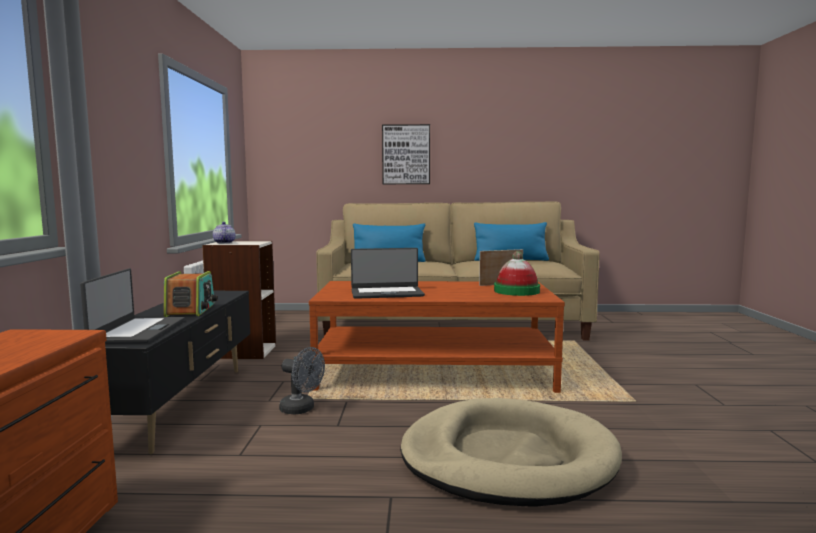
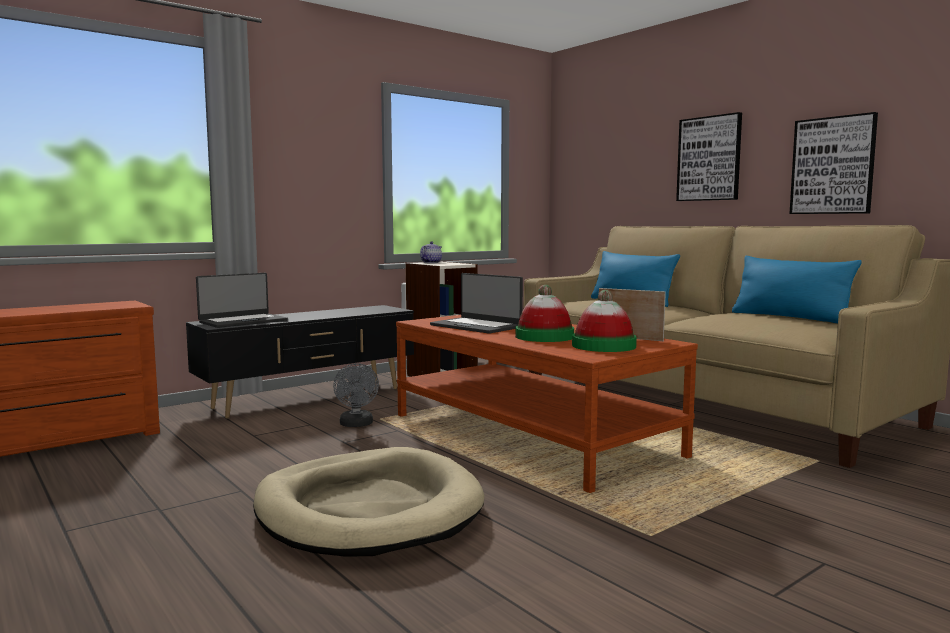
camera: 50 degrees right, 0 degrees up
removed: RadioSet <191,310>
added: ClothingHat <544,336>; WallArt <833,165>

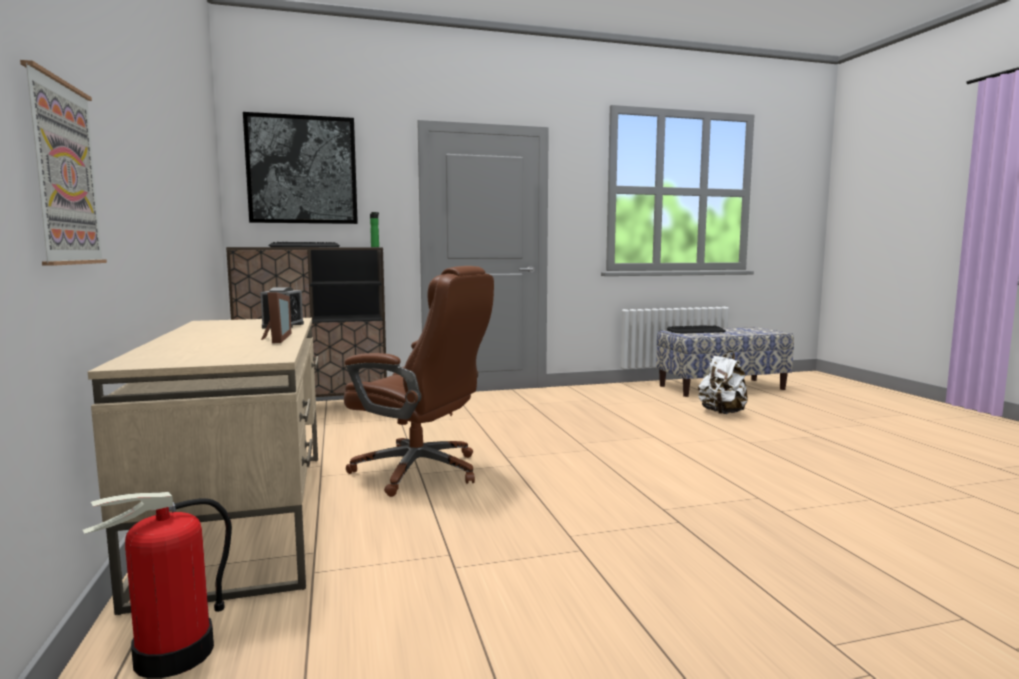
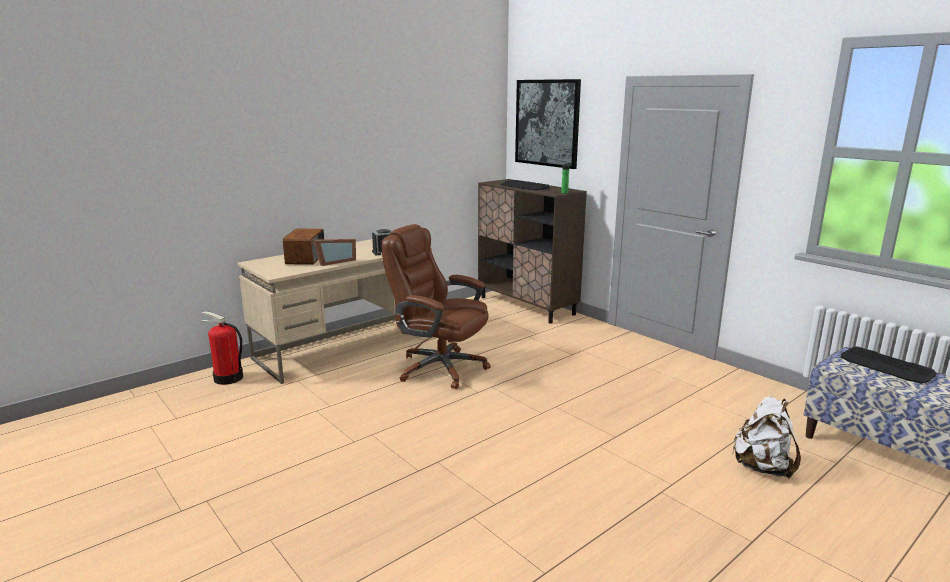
camera: 65 degrees right, 10 degrees up
removed: WallArt <63,174>
added: RadioSet <306,258>
turned: BrownColouredComputerChair <420,471> = <439,368> 120 degrees clockwise

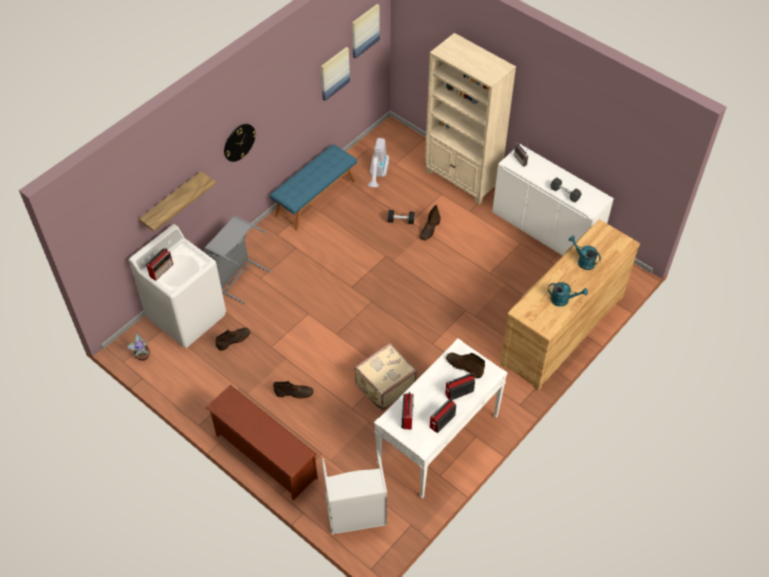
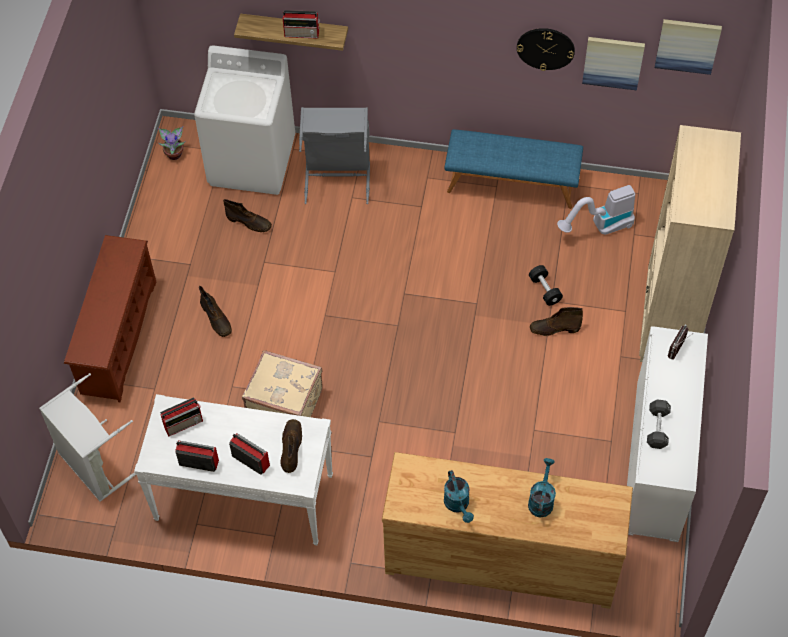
camera: 60 degrees right, 5 degrees up
moved: RadioSet <162,270> to <302,33>; WallClock <239,142> to <545,48>

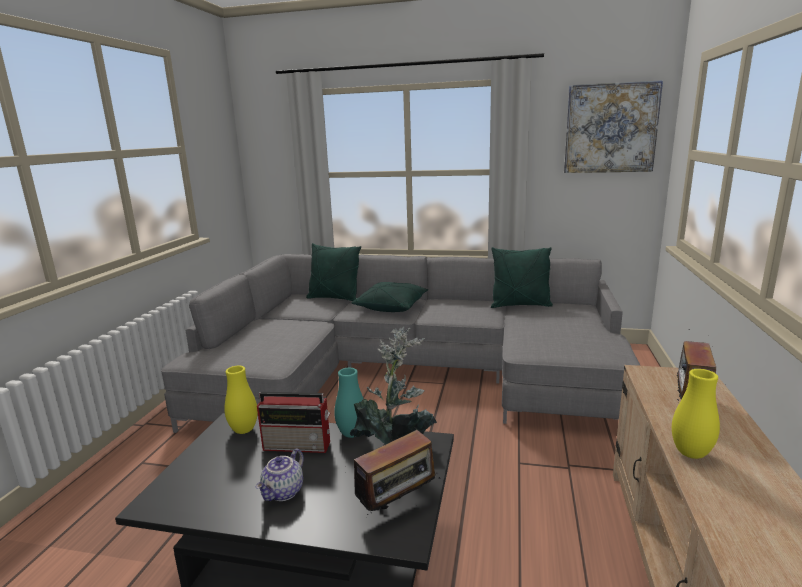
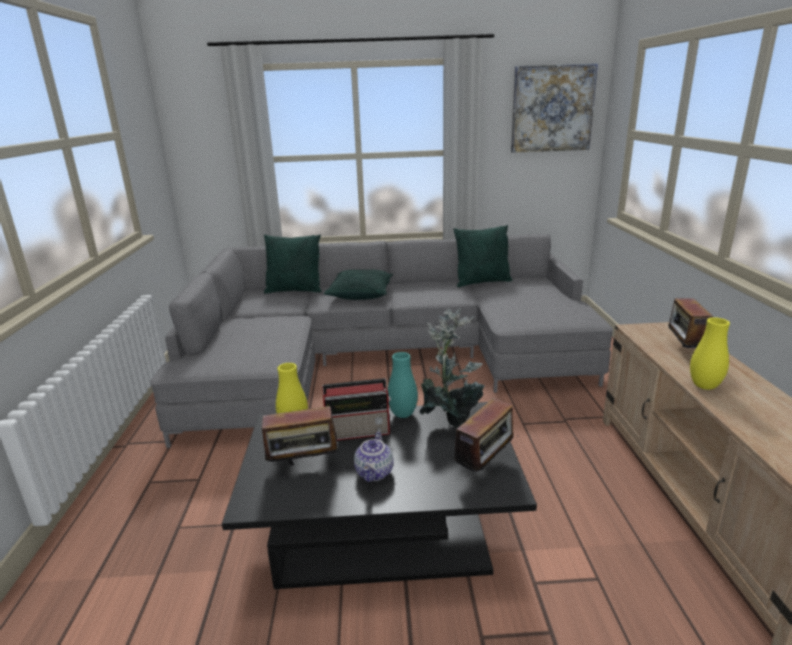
camera: 15 degrees left, 5 degrees up
added: RadioSet <304,466>

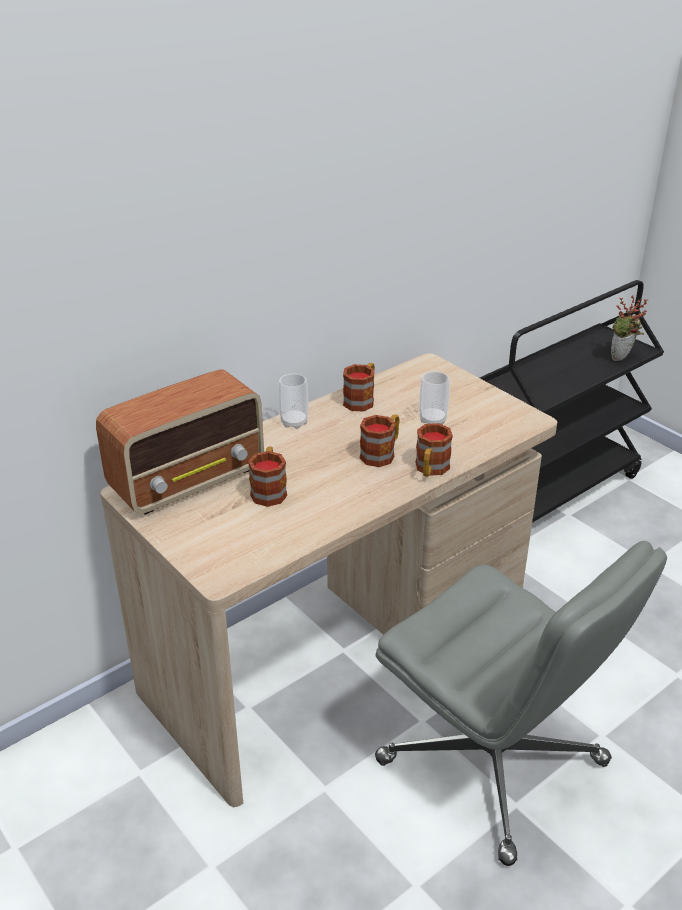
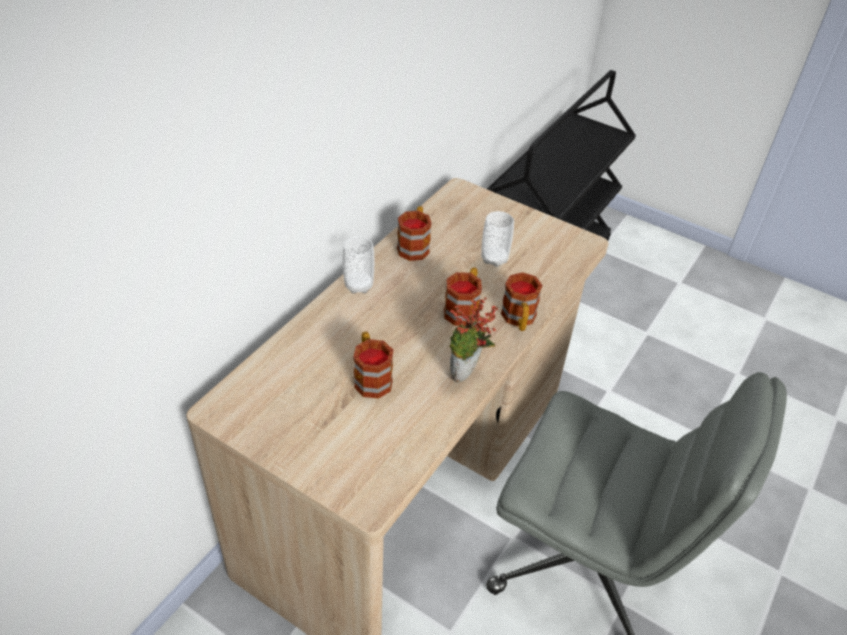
camera: 20 degrees left, 10 degrees up
removed: RadioSet <189,480>
moved: PottedPlant <621,358> to <466,375>

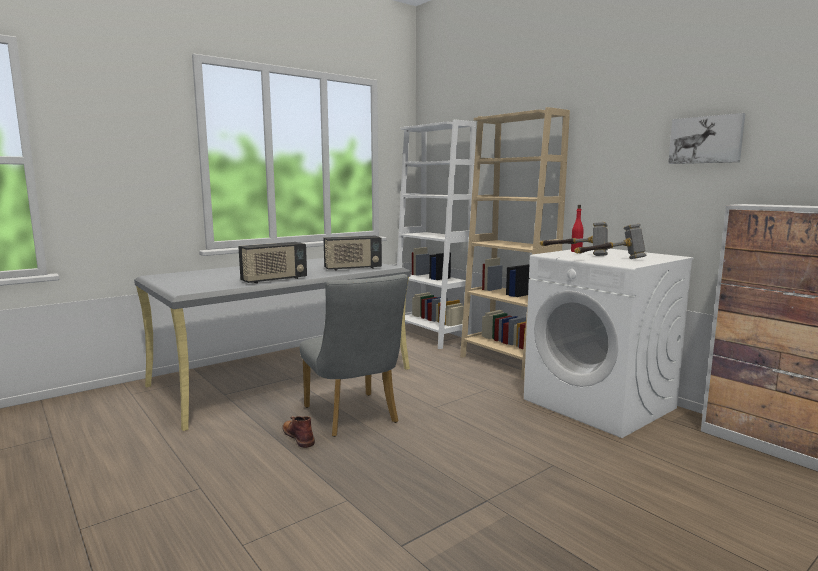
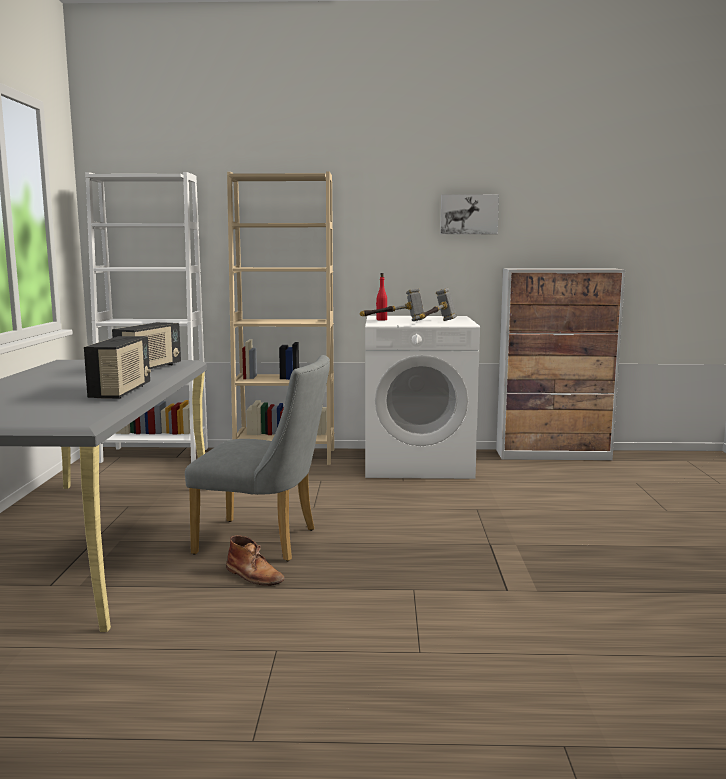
camera: 50 degrees left, 0 degrees up
turned: BrownColouredHighTopBoot <298,436> = <254,575> 150 degrees counterclockwise

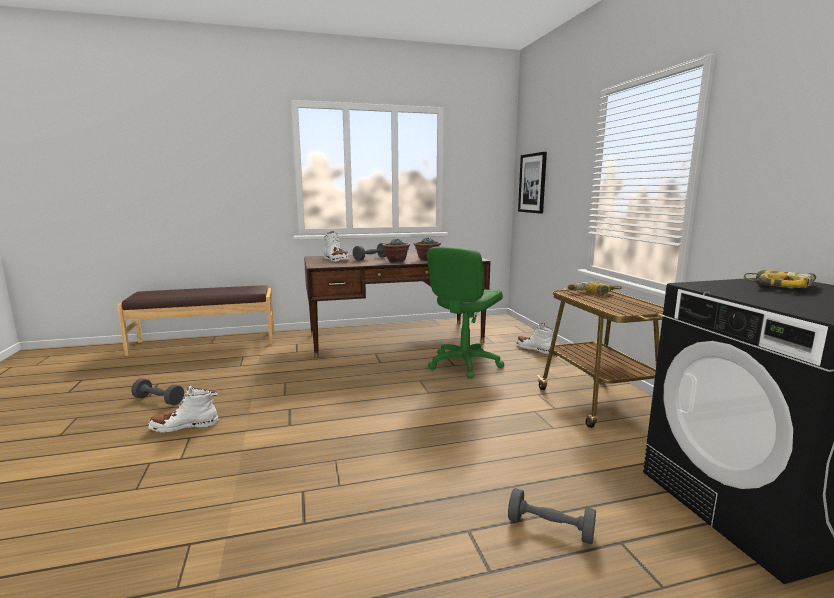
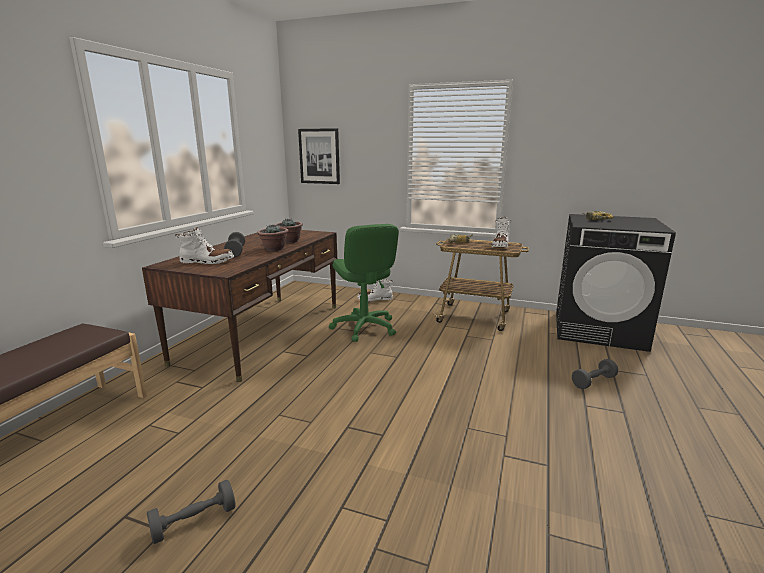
camera: 55 degrees left, 5 degrees up
moved: WhitishHighTopBoot <185,426> to <500,245>

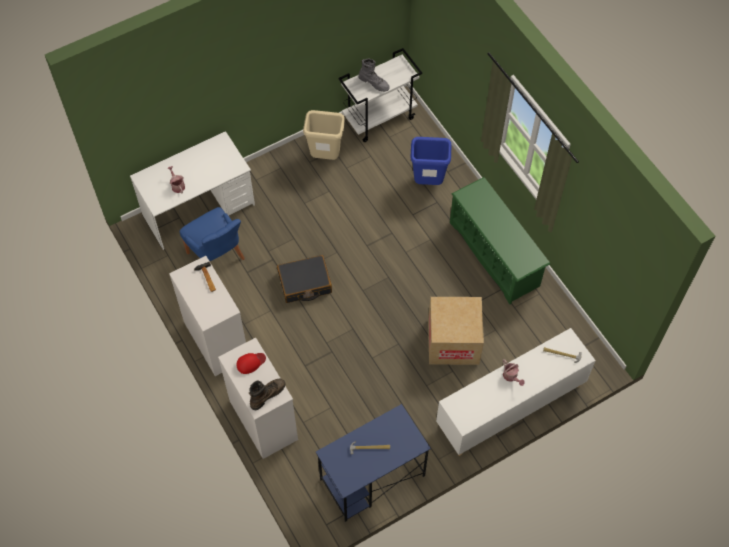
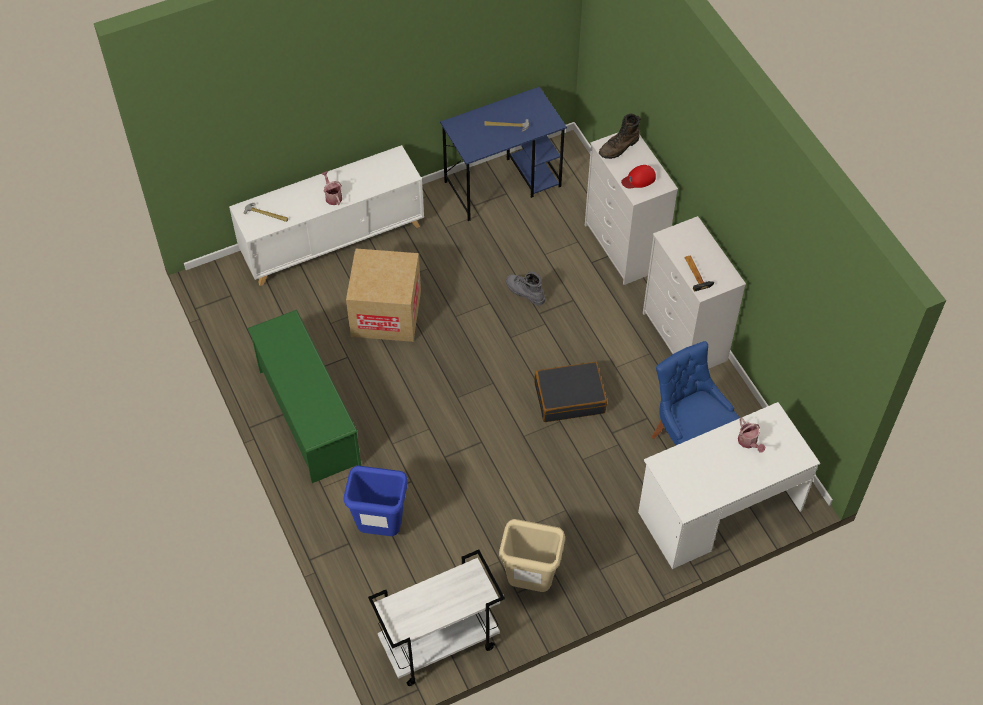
camera: 175 degrees left, 5 degrees down
moved: GrayHighTopBoot <374,83> to <524,292>

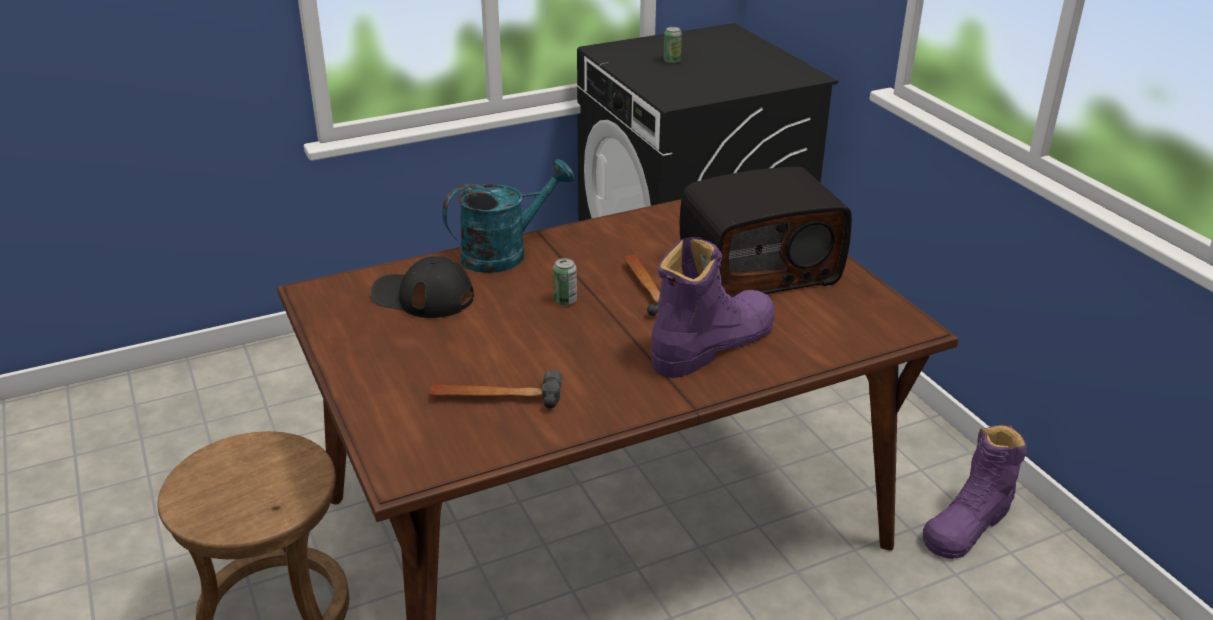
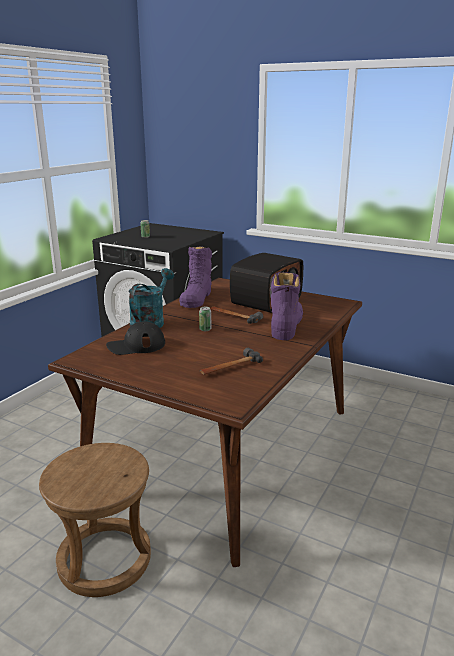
camera: 35 degrees left, 10 degrees down
moved: PurpleColouredHighTopBoot <968,524> to <196,298>

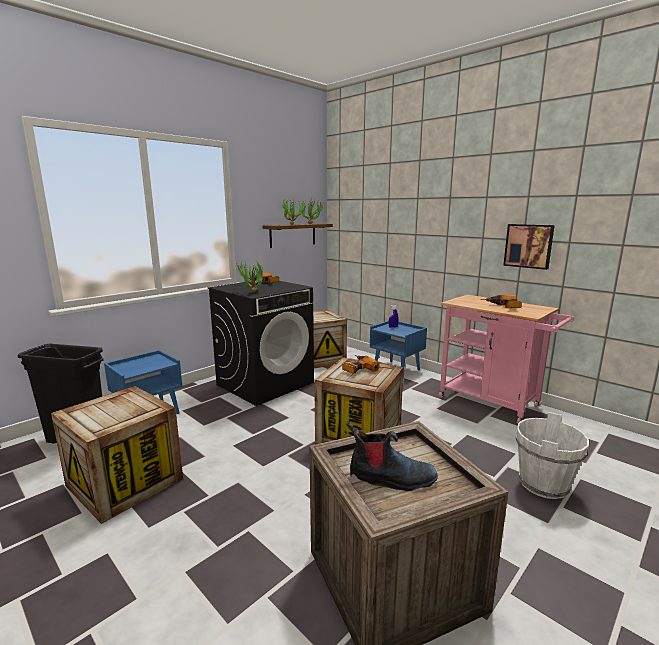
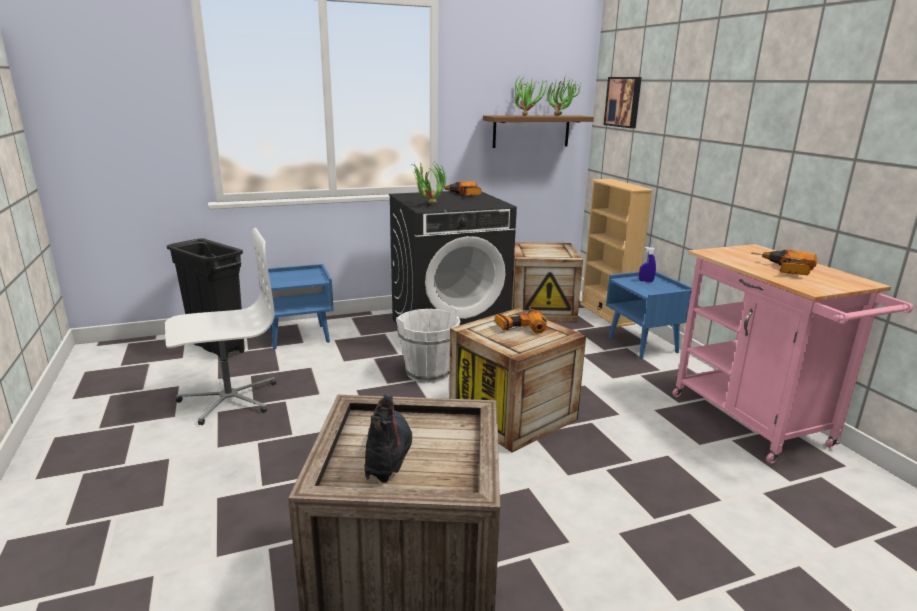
camera: 25 degrees right, 5 degrees up
added: SandColouredBookcase <606,314>
moved: WhitishWaterBucket <544,484> to <428,372>; WallArt <528,246> to <624,102>
replaced: PackingCrate <125,482> to WhitishComputerChair <228,399>
turned: HighTopBoot <391,479> = <388,453> 120 degrees counterclockwise

